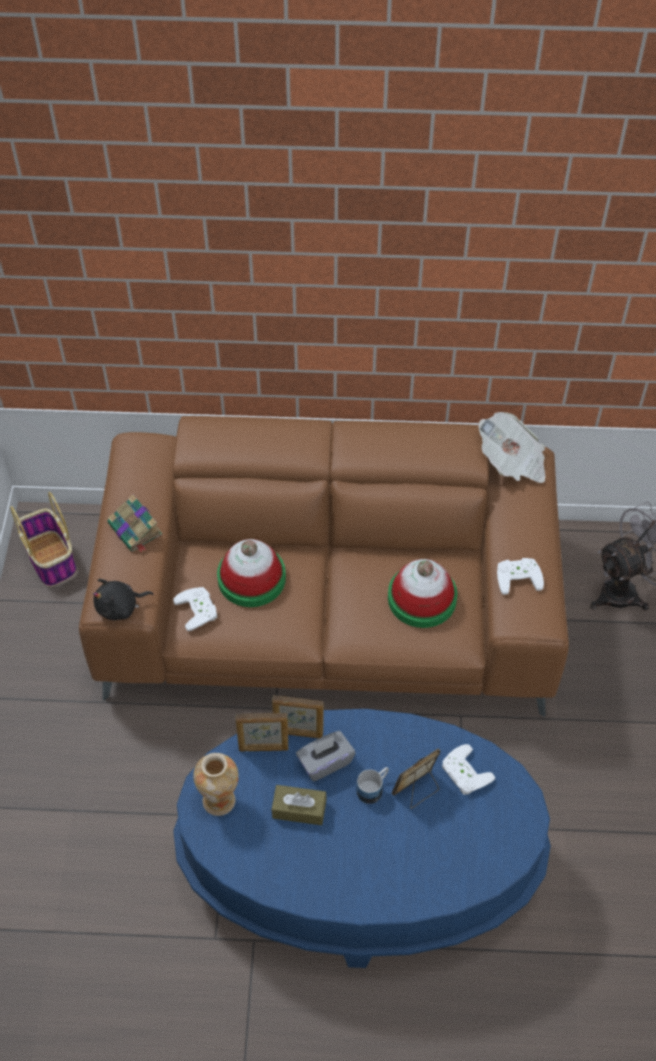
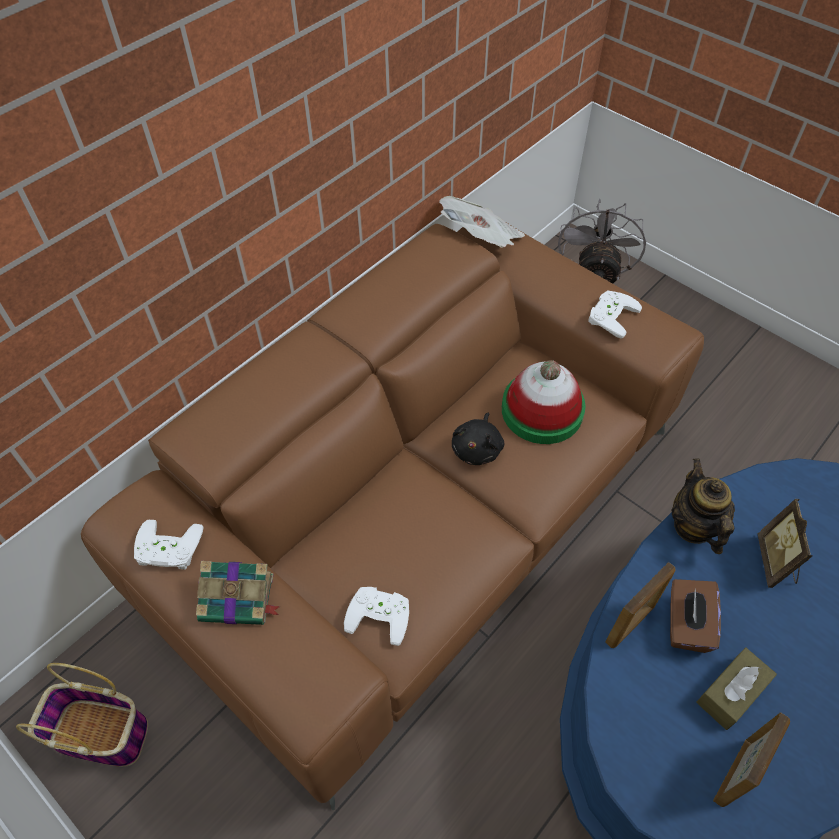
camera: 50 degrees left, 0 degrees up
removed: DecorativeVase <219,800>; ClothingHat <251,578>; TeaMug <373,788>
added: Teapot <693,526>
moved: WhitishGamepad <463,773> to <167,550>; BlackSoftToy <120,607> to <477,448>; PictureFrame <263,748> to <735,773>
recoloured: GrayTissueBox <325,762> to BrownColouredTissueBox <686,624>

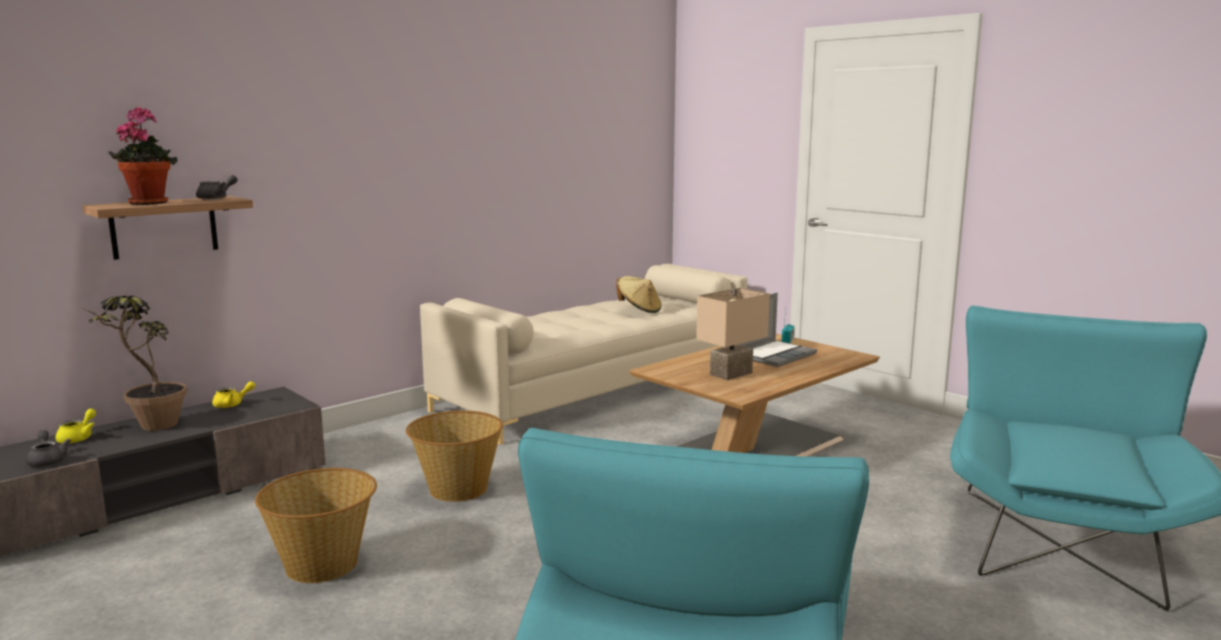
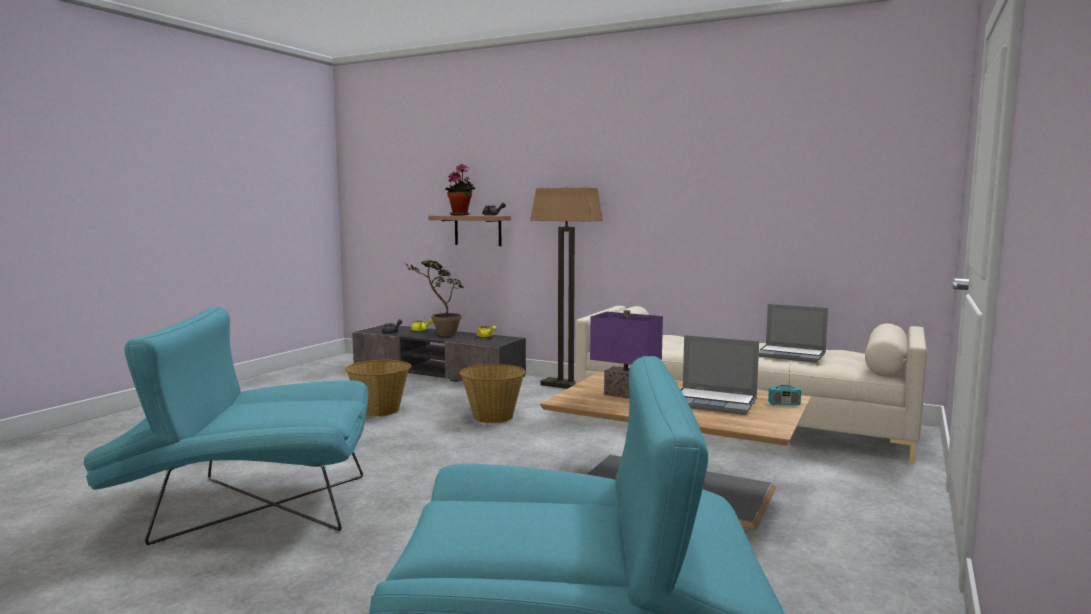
camera: 70 degrees right, 5 degrees down
added: StandardLamp <566,386>
replaced: SandColouredClothingHat <639,310> to NotebookComputer <792,355>
recoloured: SandColouredLampForATable <732,374> to PurpleColouredLampForATable <623,395>

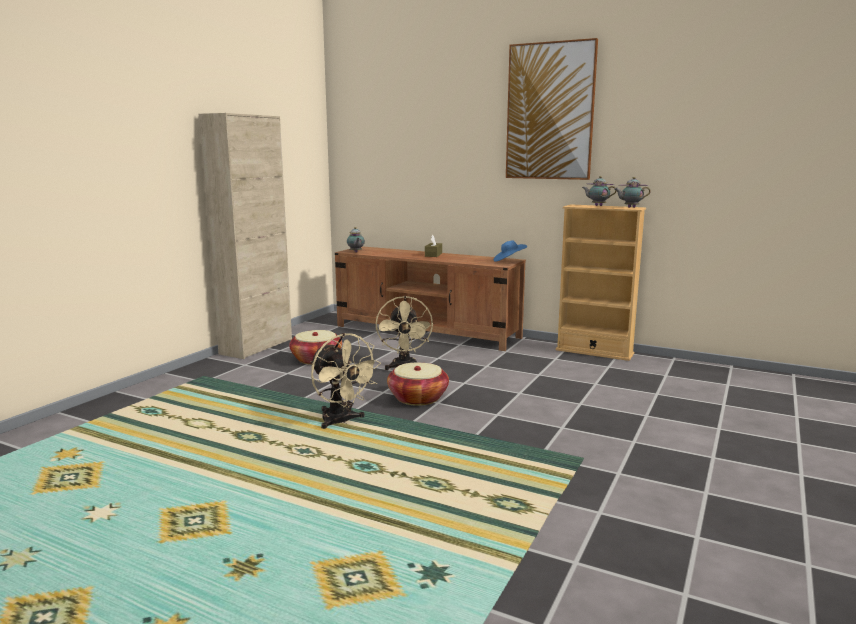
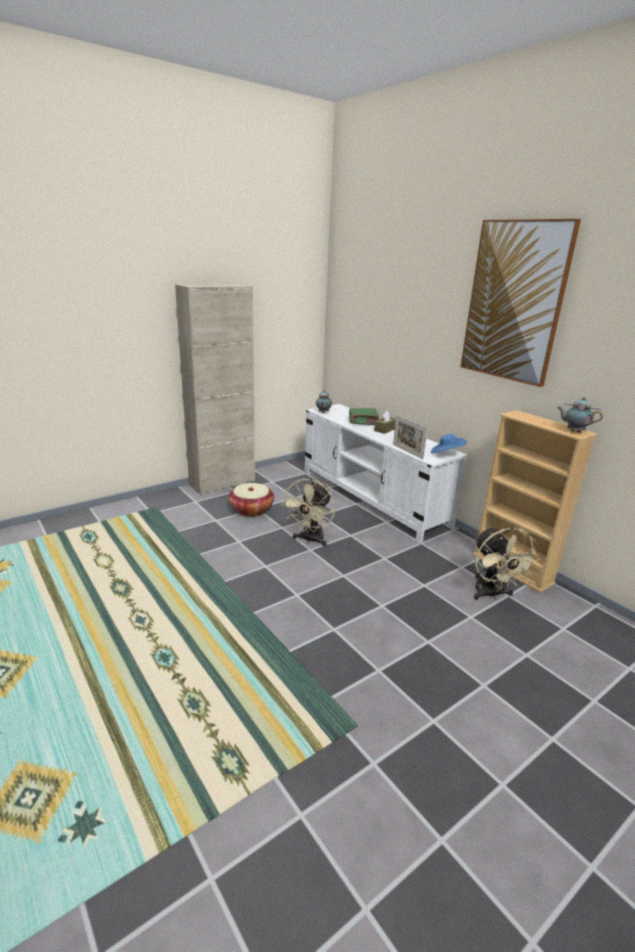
camera: 25 degrees right, 10 degrees up
removed: Basket <418,398>; Teapot <597,205>
added: GreenColouredVolume <363,422>; PictureFrame <407,451>
moved: SandColouredFan <341,422> to <491,594>
recoloured: BrownColouredTvStand <427,332> to WhitishTvStand <372,498>

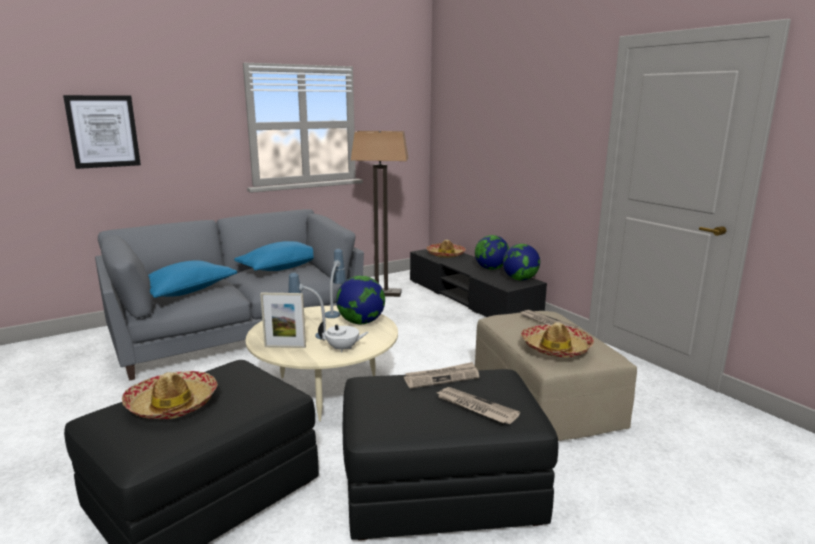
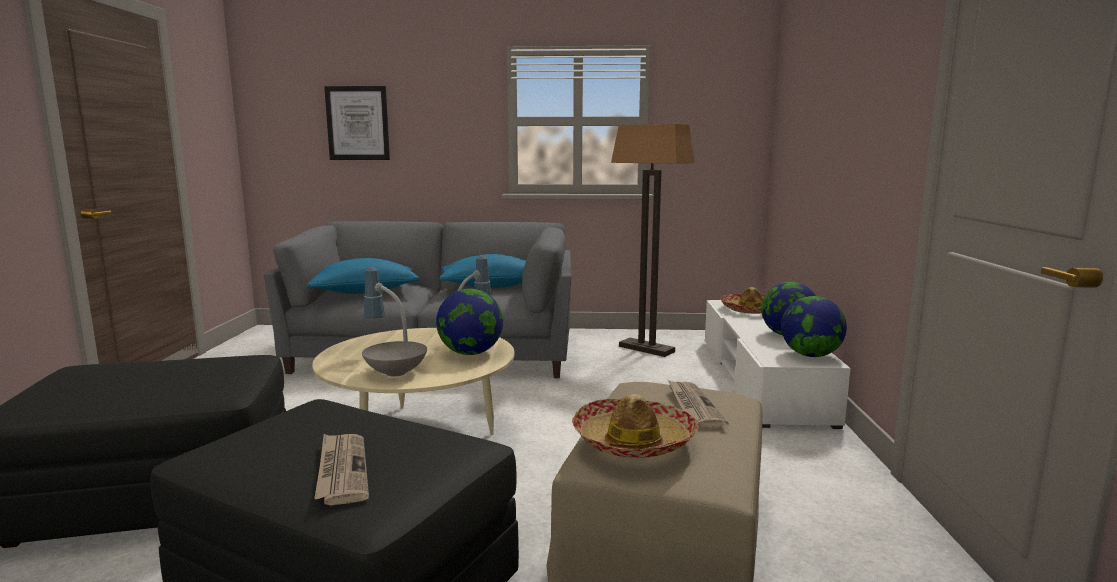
camera: 35 degrees right, 5 degrees down
removed: ClothingHat <172,404>; PictureFrame <285,347>; DailyPaper <442,377>
replaced: WhitishTeapot <343,348> to GrayServingBowl <395,373>
recoloured: BlackTvStand <471,298> to WhitishTvStand <761,378>

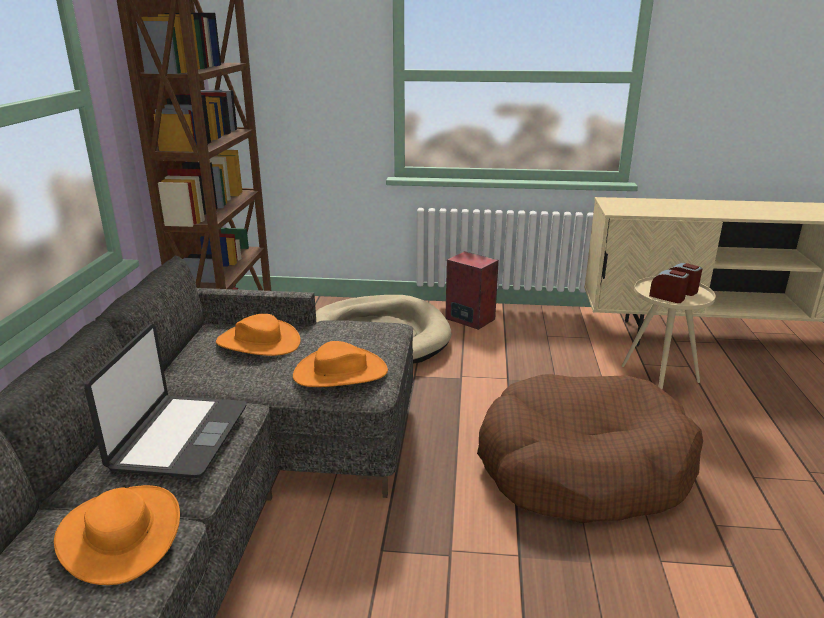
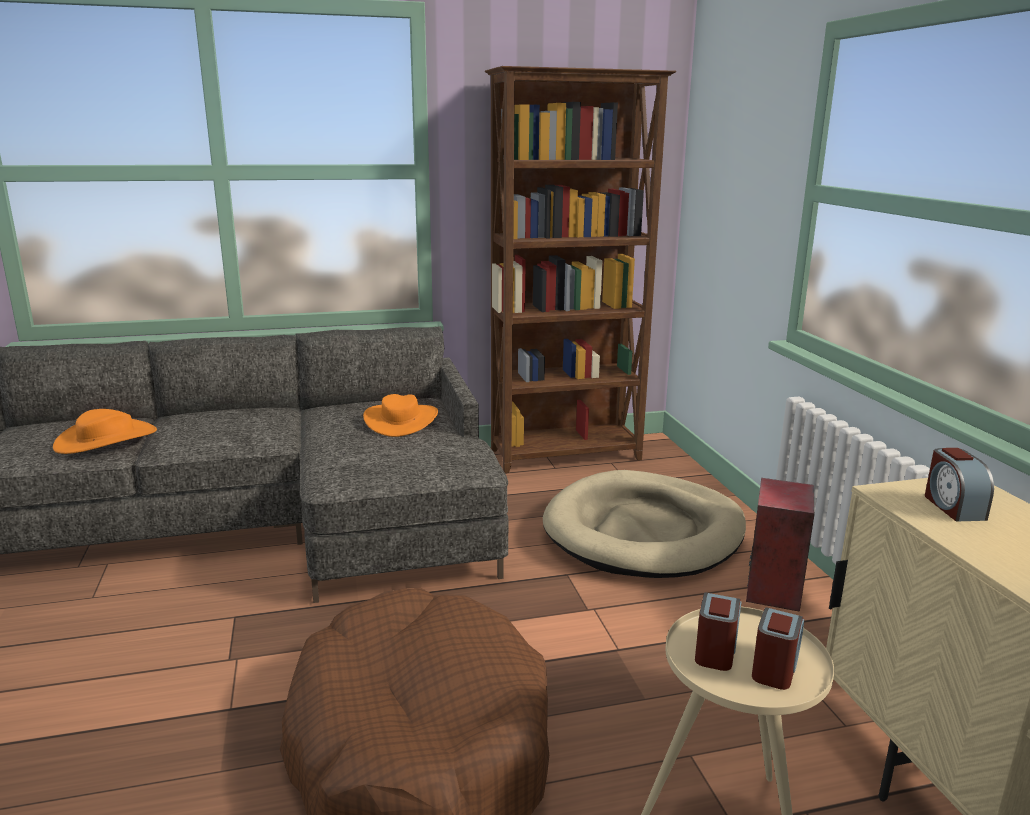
camera: 70 degrees right, 5 degrees down
removed: NotebookComputer <179,437>; OrangeColouredClothingHat <340,373>
added: BedsideClock <952,507>

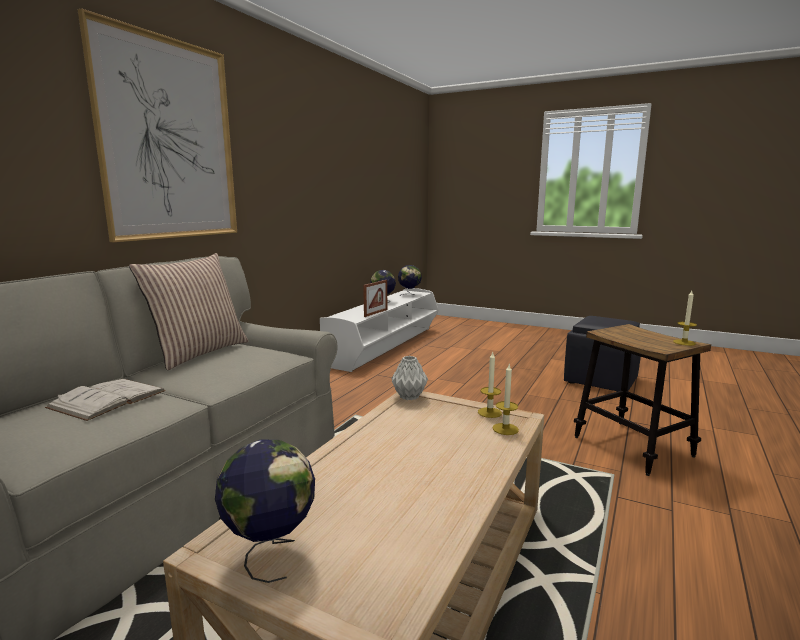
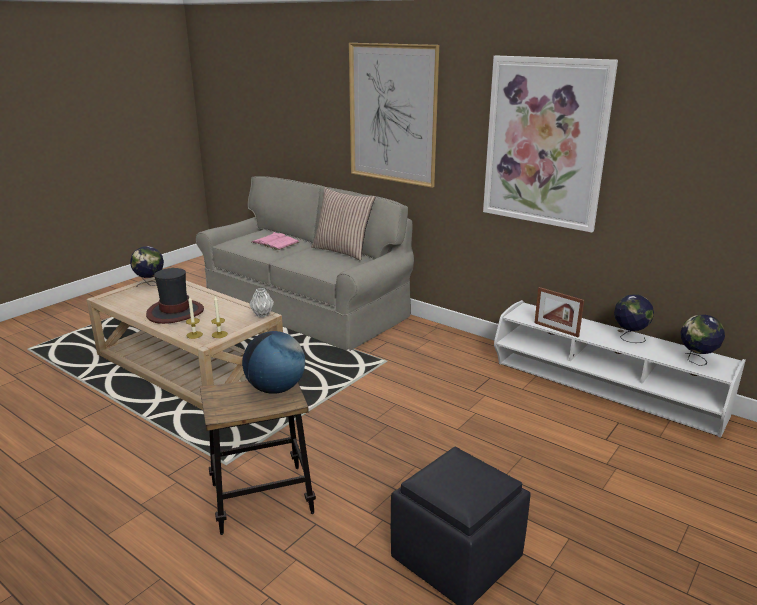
camera: 100 degrees right, 10 degrees up
removed: WaxCandle <684,342>
added: ClothingHat <175,312>; Globe <276,389>; WallArt <545,143>
recoloured: WhitishVolume <108,399> to PinkVolume <275,242>

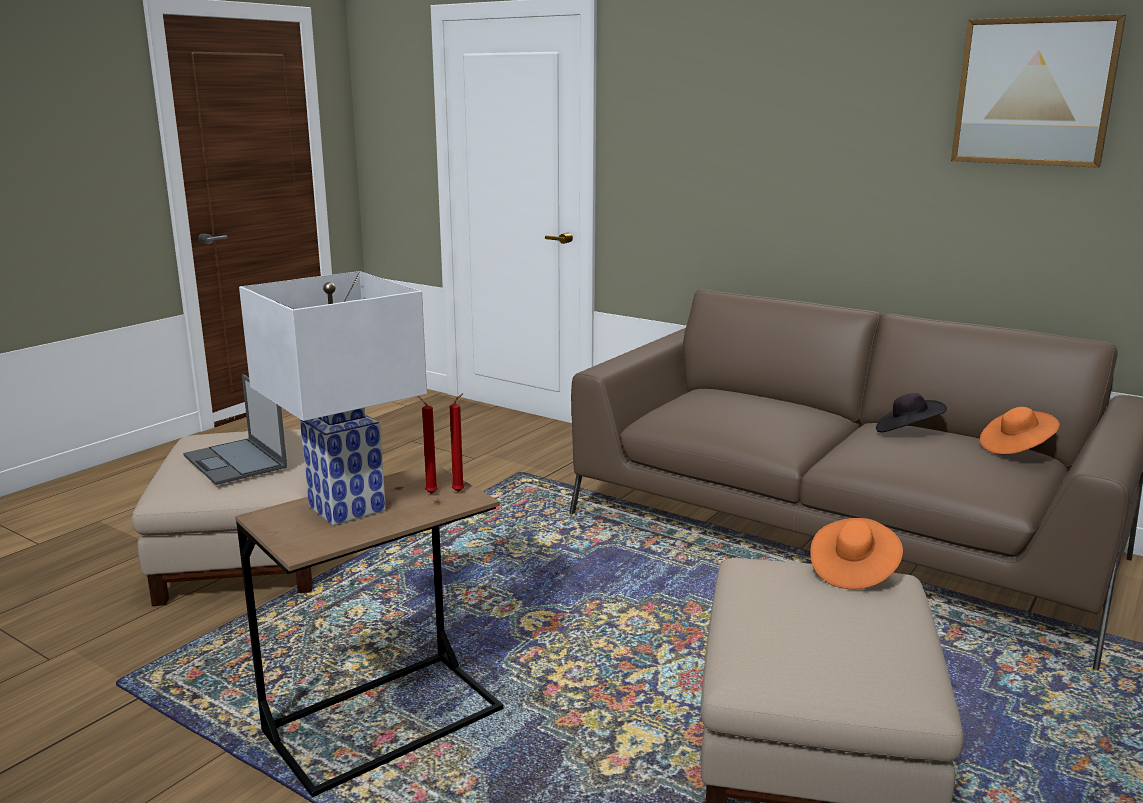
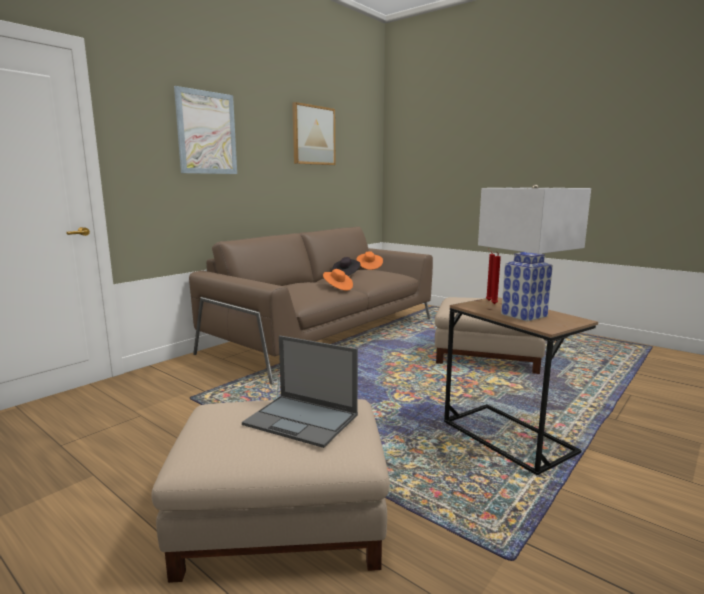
camera: 85 degrees left, 5 degrees down
added: WallArt <206,133>
moved: OrangeColouredClothingHat <853,571> to <337,288>
turned: NotebookComputer <236,462> = <302,420> 60 degrees clockwise

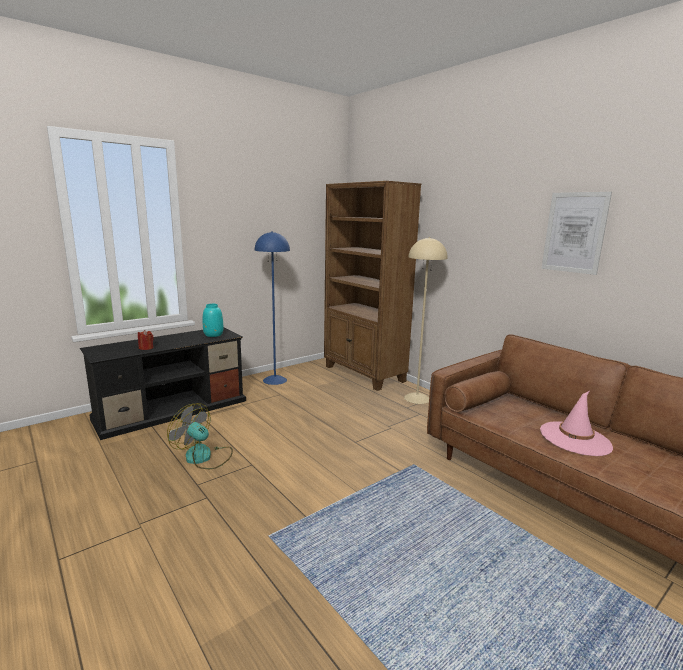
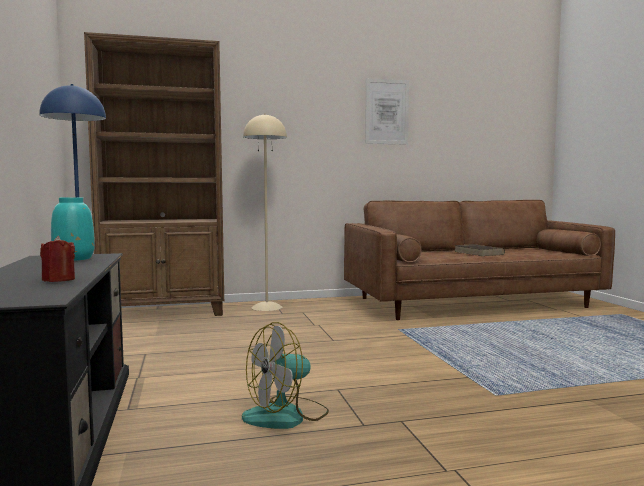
camera: 65 degrees left, 10 degrees down
replaced: PinkClothingHat <575,439> to BrownColouredVolume <479,253>

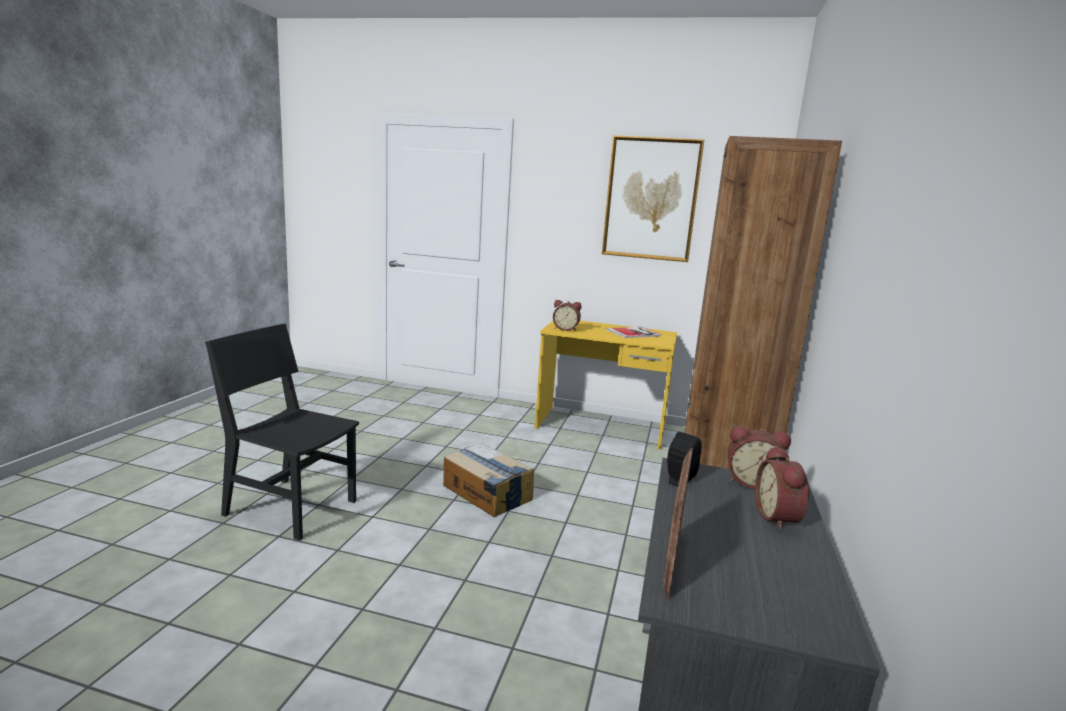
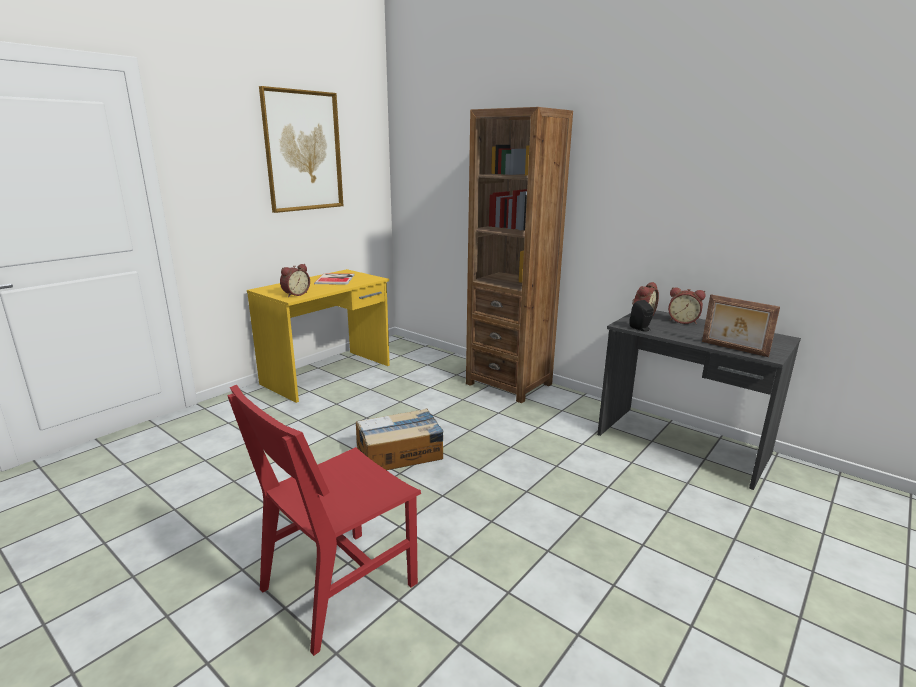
camera: 65 degrees left, 5 degrees up
recoloured: BlackUprightChair <291,507> to RedColouredUprightChair <338,586>

